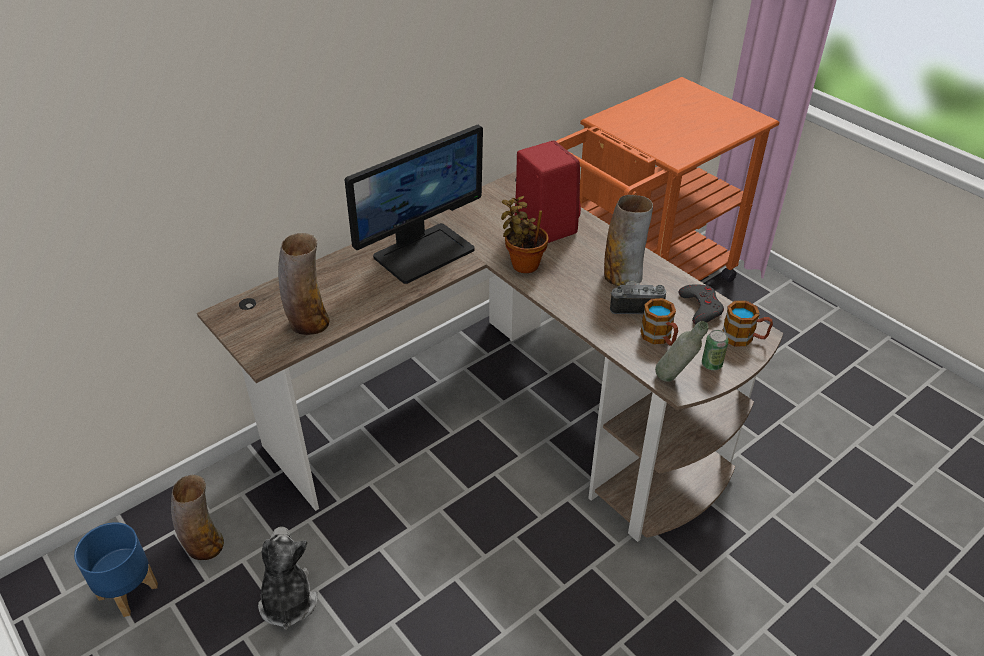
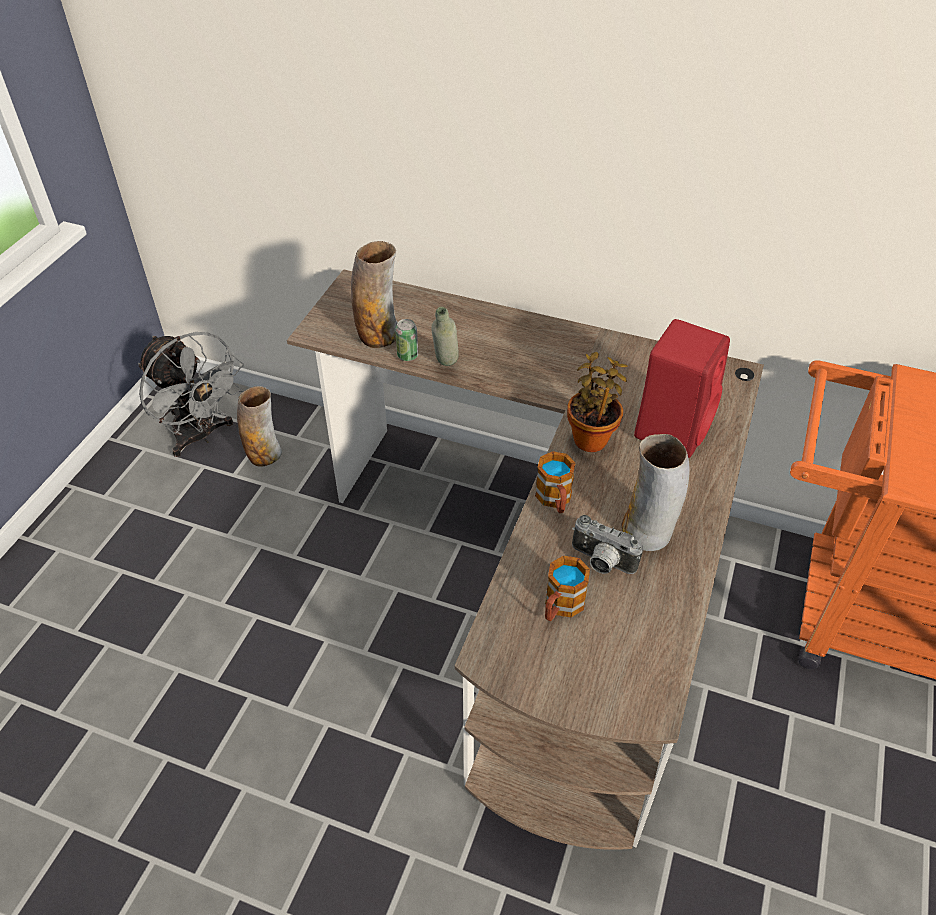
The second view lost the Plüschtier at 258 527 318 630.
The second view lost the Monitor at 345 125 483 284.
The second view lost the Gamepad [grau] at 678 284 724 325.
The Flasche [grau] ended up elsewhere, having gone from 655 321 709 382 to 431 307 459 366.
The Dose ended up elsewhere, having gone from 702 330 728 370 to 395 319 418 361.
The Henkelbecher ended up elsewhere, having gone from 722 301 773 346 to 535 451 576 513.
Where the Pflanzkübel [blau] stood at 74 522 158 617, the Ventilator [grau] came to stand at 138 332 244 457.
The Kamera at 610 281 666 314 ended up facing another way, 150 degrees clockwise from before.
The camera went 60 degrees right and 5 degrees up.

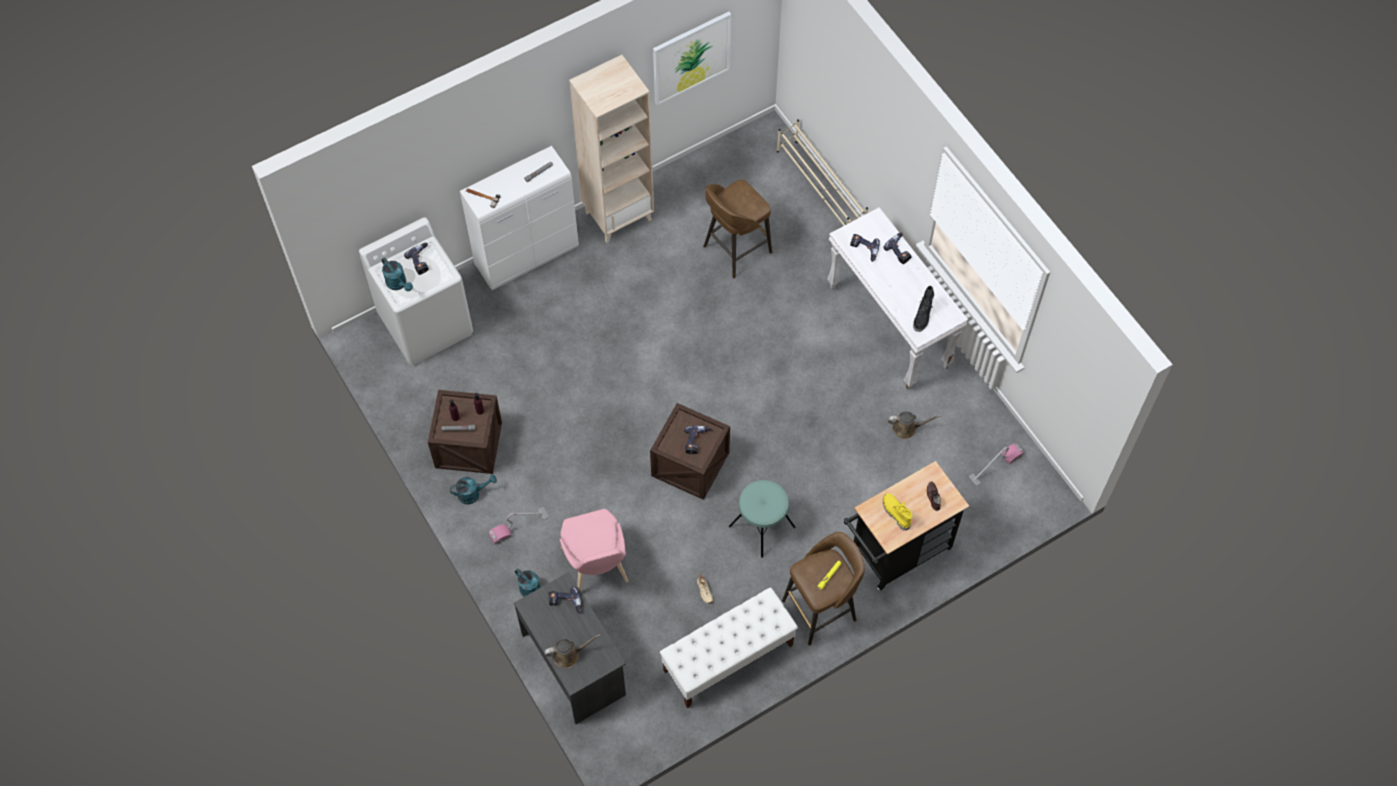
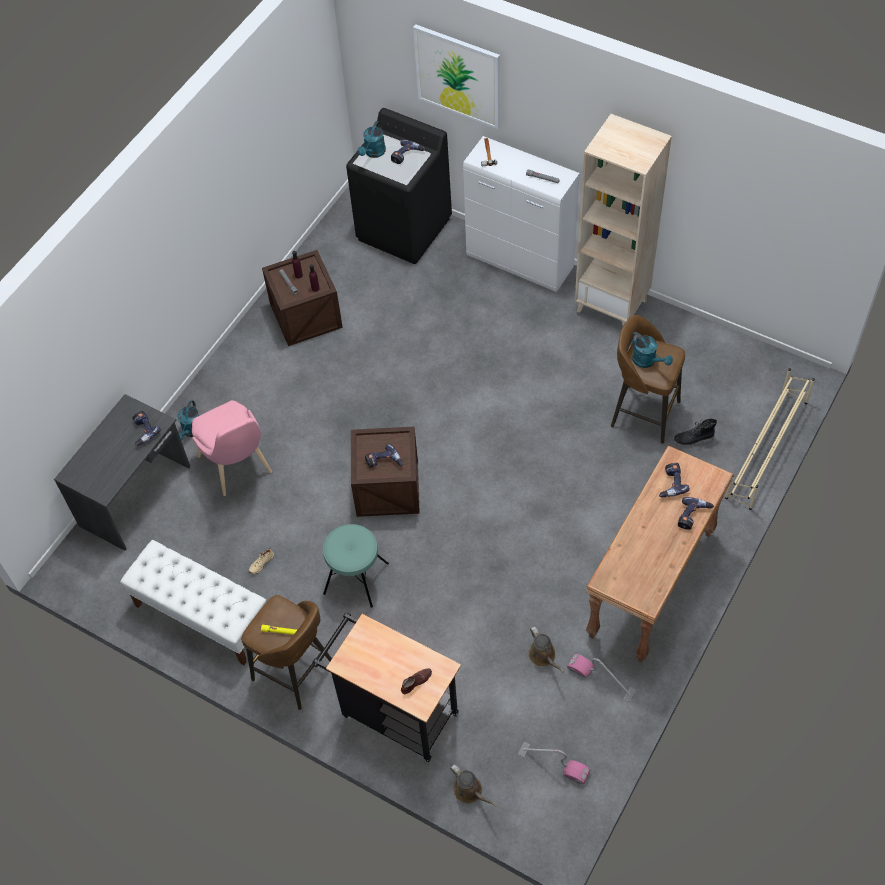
The second view lost the Stiefel [gelb] at 883 493 912 531.
The Gießkanne [türkis] ended up elsewhere, having gone from 450 475 497 505 to 632 332 673 368.
The Staubsauger ended up elsewhere, having gone from 488 507 549 544 to 567 654 636 702.
The Gießkanne [braun] ended up elsewhere, having gone from 544 634 601 668 to 450 764 497 807.
The Bild ended up elsewhere, having gone from 653 12 731 105 to 413 24 500 129.
The Stiefel [schwarz] ended up elsewhere, having gone from 913 286 934 332 to 673 419 717 447.
What was the Waschmaschine [weiß] at 359 217 473 365 turned into the Waschmaschine [schwarz] at 346 108 452 264.
What was the Konsolentisch [weiß] at 827 207 968 390 turned into the Konsolentisch [braun] at 586 445 733 663.
The Stuhl [rosa] at 560 509 628 591 ended up facing another way, 75 degrees counterclockwise from before.
The camera went 65 degrees right and 5 degrees down.

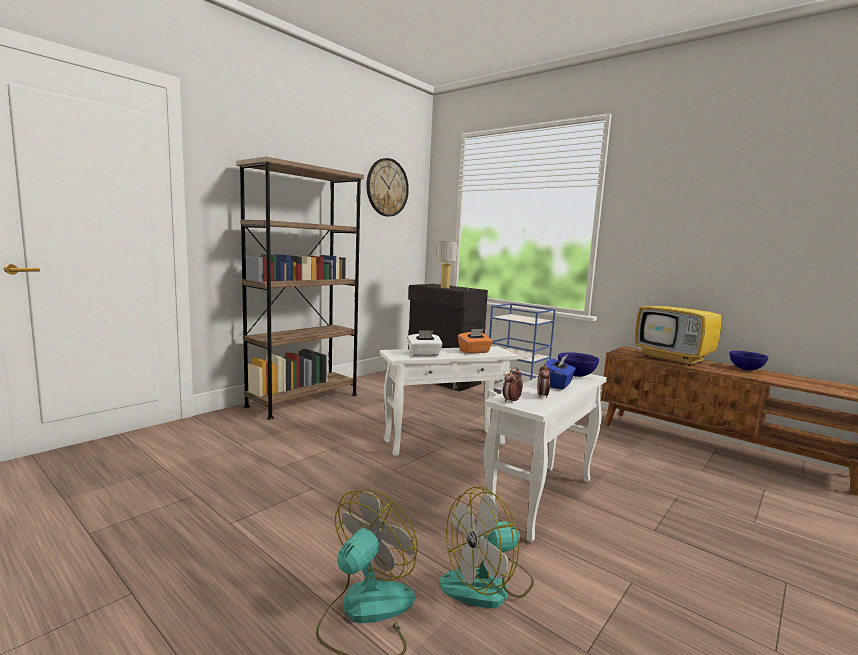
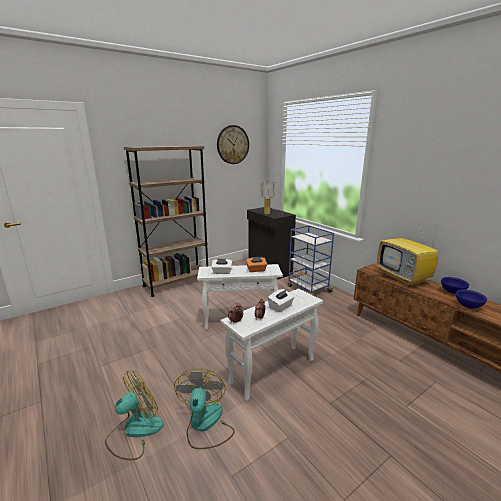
The Schüssel [blau] ended up elsewhere, having gone from 558 352 599 377 to 456 289 487 309.
What was the Taschentuchbox [blau] at 546 355 576 390 turned into the Taschentuchbox [weiß] at 268 289 295 312.
The Ventilator at 439 486 534 608 ended up facing another way, 105 degrees clockwise from before.
The camera went 15 degrees right and 10 degrees up.

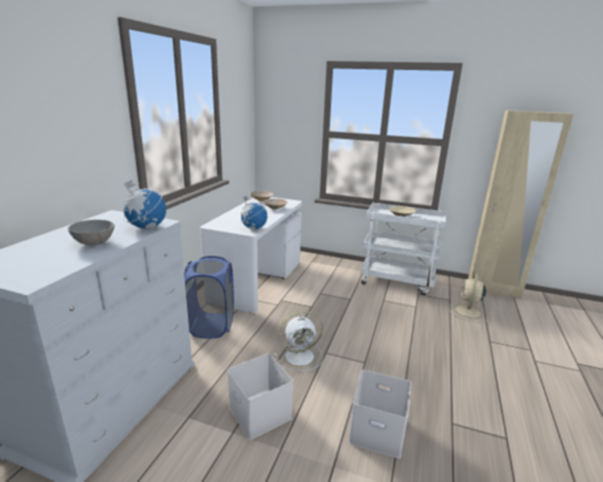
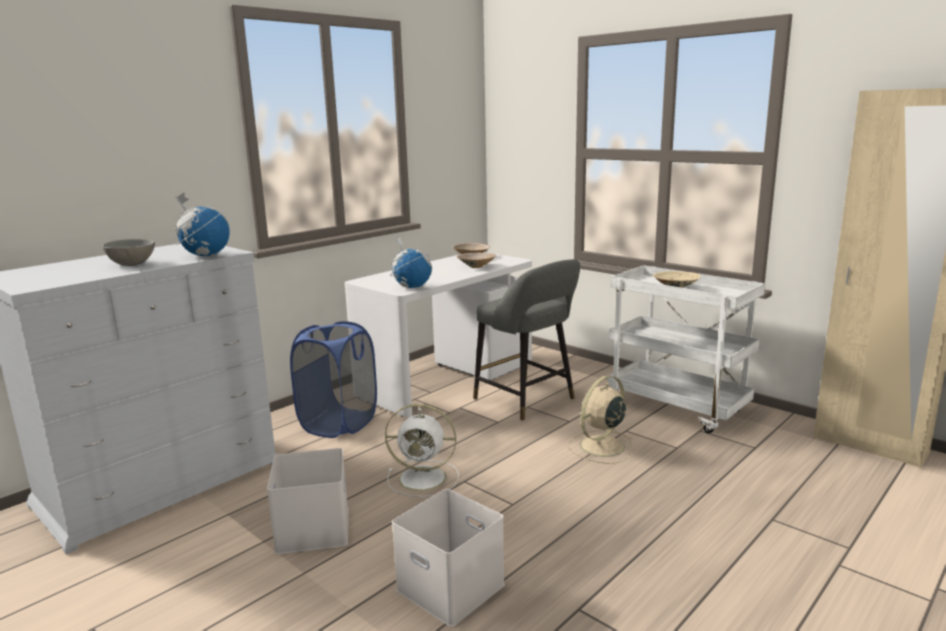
The second view gained the Hocker [grau] at 473 259 580 421.
The Ventilator [beige] ended up elsewhere, having gone from 449 272 488 322 to 569 375 632 464.
The camera went 25 degrees right and 5 degrees down.

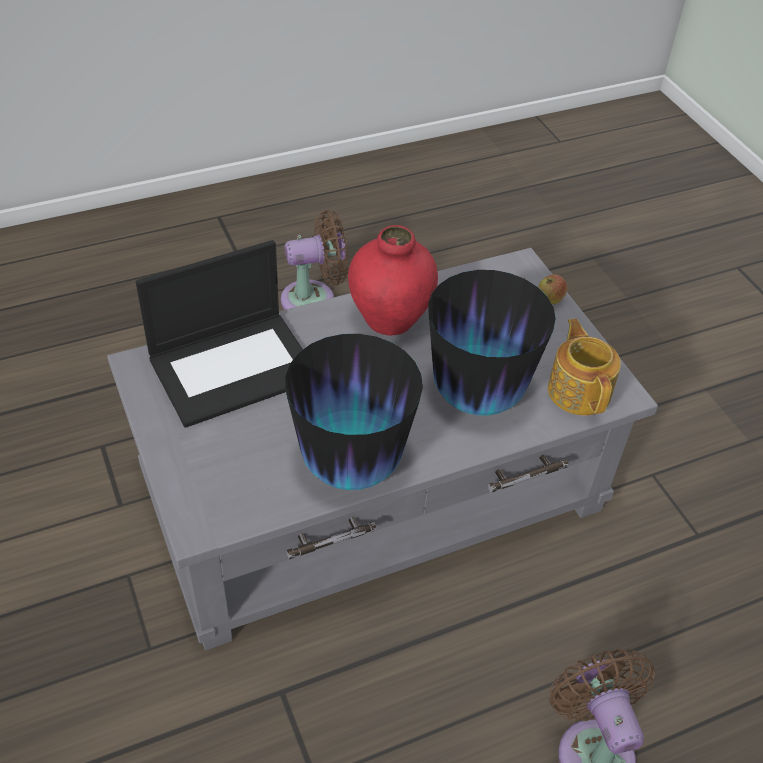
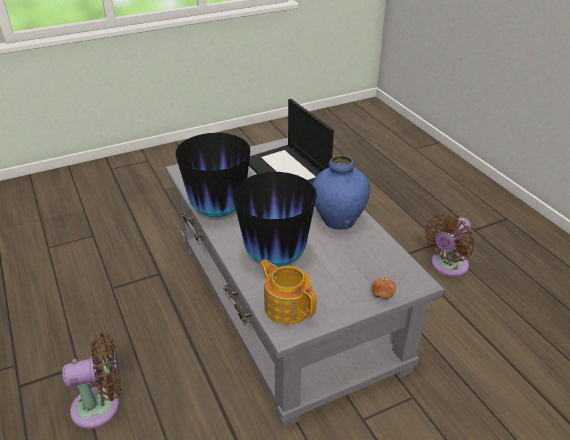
What was the Vase [rot] at 348 225 438 336 turned into the Vase [blau] at 312 155 370 229.
The Ventilator [braun] at 281 210 349 310 ended up facing another way, 60 degrees clockwise from before.
The Teekanne at 548 319 621 416 ended up facing another way, 120 degrees counterclockwise from before.
The camera went 90 degrees right and 10 degrees down.

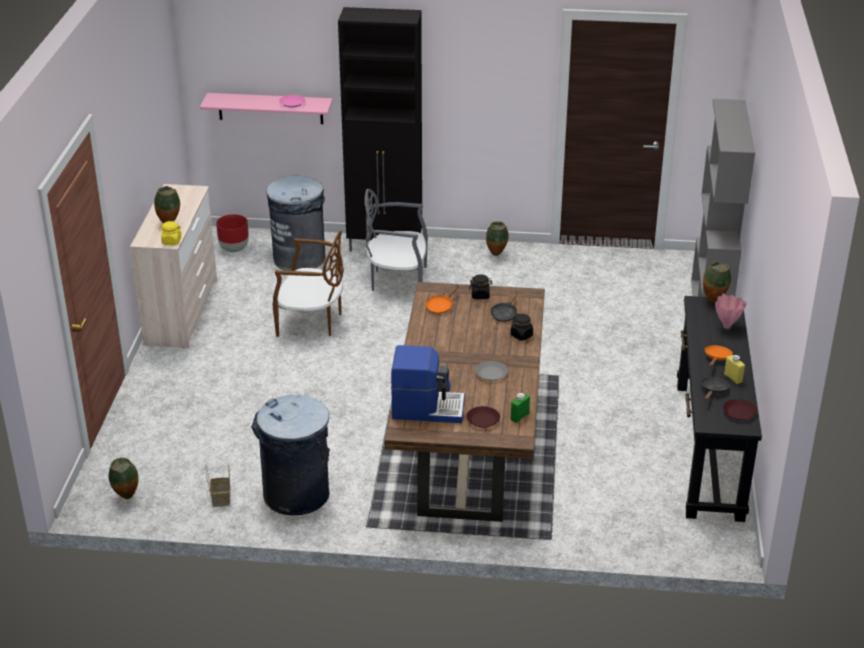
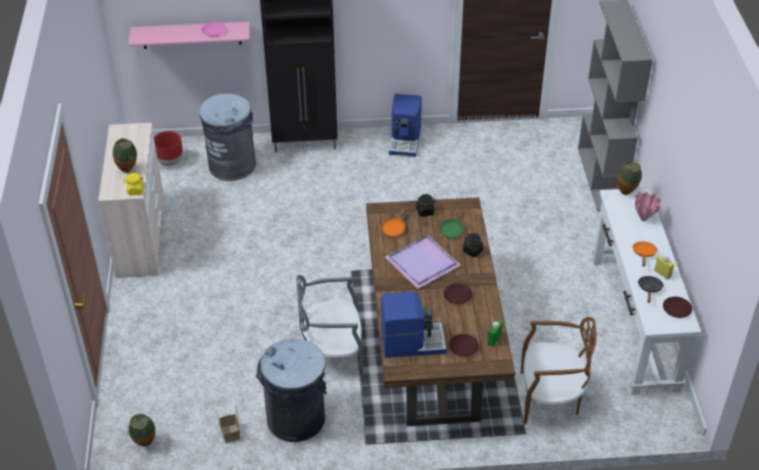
The second view gained the Tablett [lila] at 385 235 461 289.
The Stuhl [braun] ended up elsewhere, having gone from 272 231 344 337 to 521 317 597 424.
The Stuhl [grau] ended up elsewhere, having gone from 365 189 428 291 to 296 275 364 376.
Where the Vase stood at 486 222 509 256, the Kaffeemaschine came to stand at 389 94 422 157.
What was the Teller [grau] at 476 361 508 381 turned into the Teller [braun] at 444 283 472 304.
What was the Pfanne [schwarz] at 490 291 517 322 turned into the Pfanne [grün] at 440 206 464 238.
What was the Konsolentisch [schwarz] at 677 296 762 522 turned into the Konsolentisch [weiß] at 592 188 701 395.
The camera went 10 degrees left and 10 degrees up.

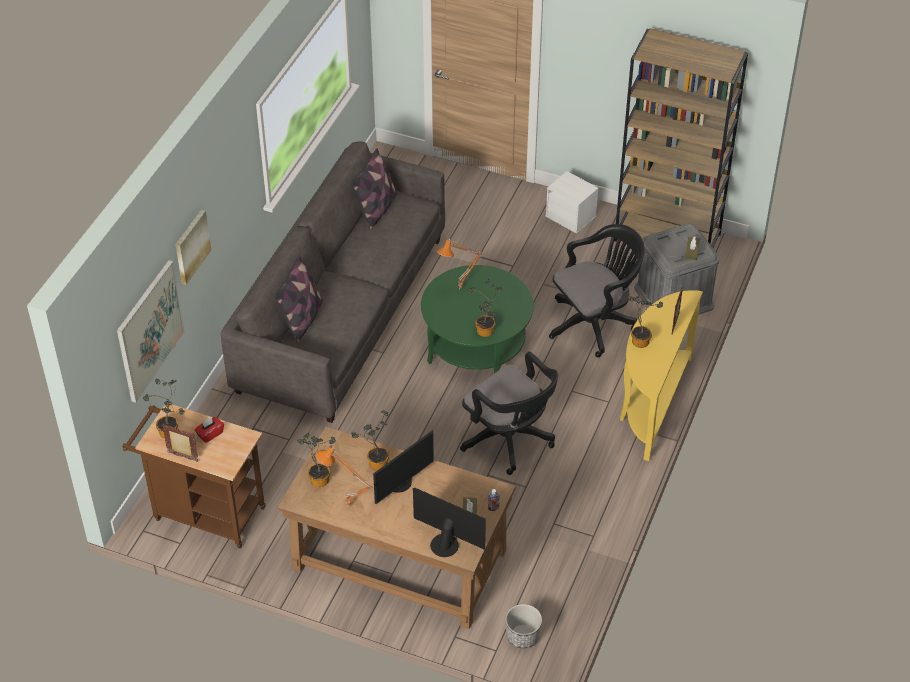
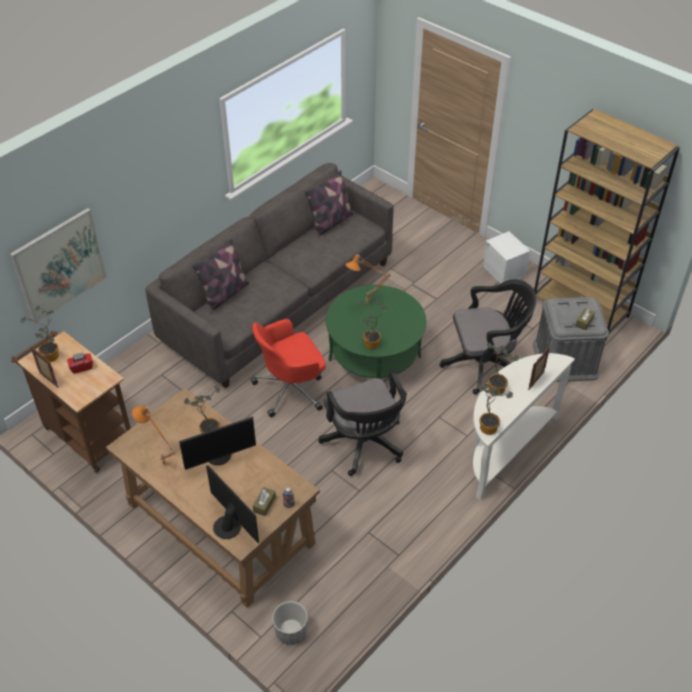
The second view lost the Bild at 176 209 211 285.
The second view gained the Bürostuhl [rot] at 251 319 326 417.
The Topfpflanze ended up elsewhere, having gone from 297 433 336 487 to 477 383 513 435.
What was the Konsolentisch [gelb] at 620 290 703 461 turned into the Konsolentisch [weiß] at 470 353 575 500.
The camera went 20 degrees right and 0 degrees up.

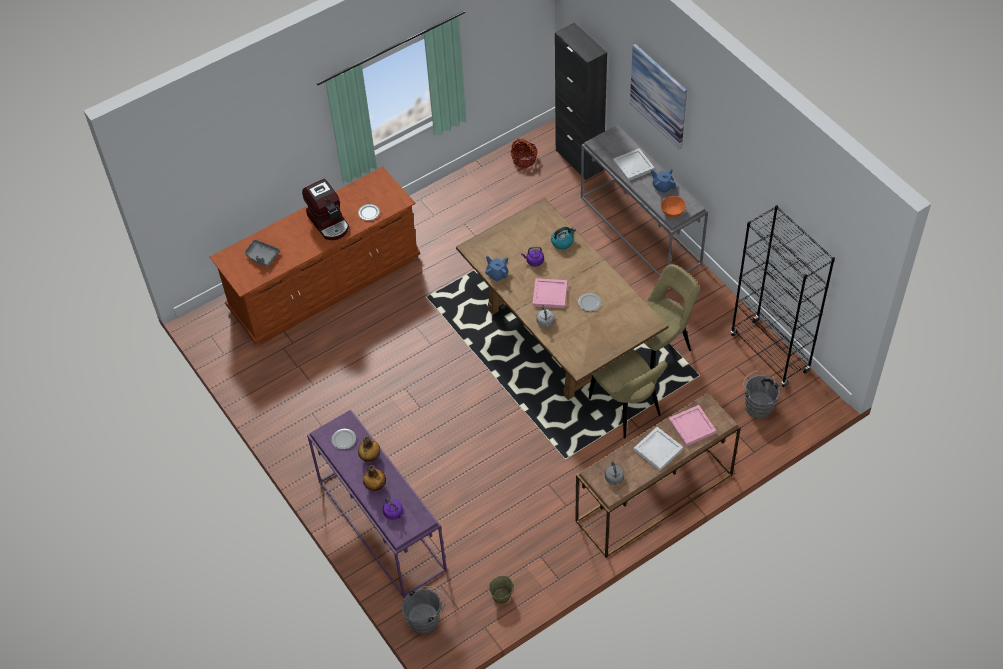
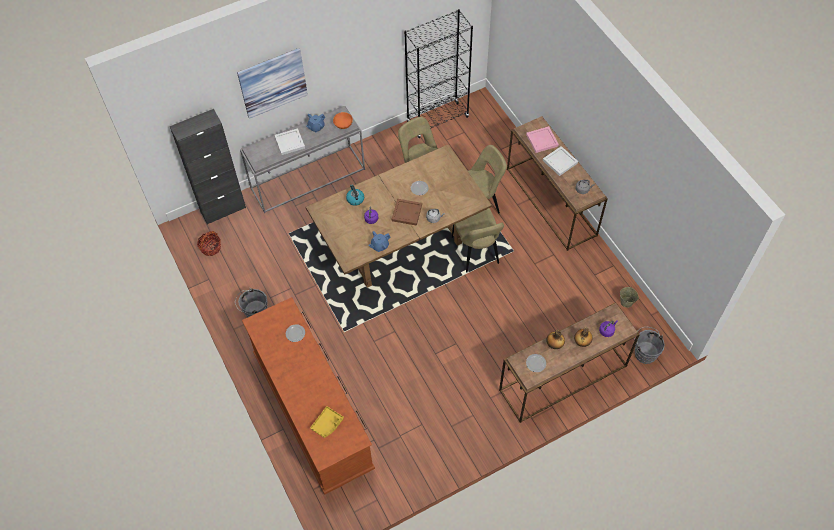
The second view lost the Kaffeemaschine at 302 179 349 240.
The second view gained the Stuhl [beige] at 452 208 504 272.
The Eimer [grau] ended up elsewhere, having gone from 743 371 779 419 to 235 288 268 318.
What was the Tablett [grau] at 245 239 280 267 turned into the Tablett [gelb] at 310 406 344 438.
What was the Konsolentisch [lila] at 307 410 447 598 turned into the Konsolentisch [braun] at 499 303 640 423.
What was the Tablett [rosa] at 532 278 567 308 turned into the Tablett [braun] at 392 199 422 226.
The camera went 85 degrees left and 5 degrees up.

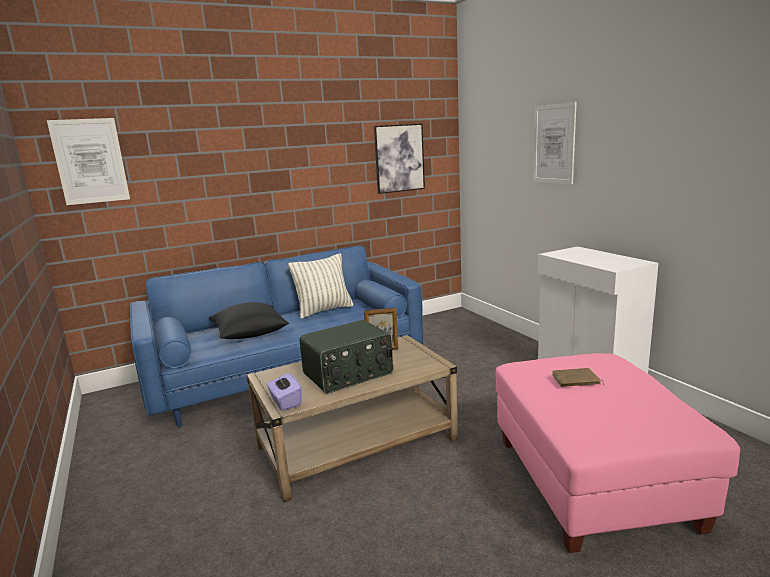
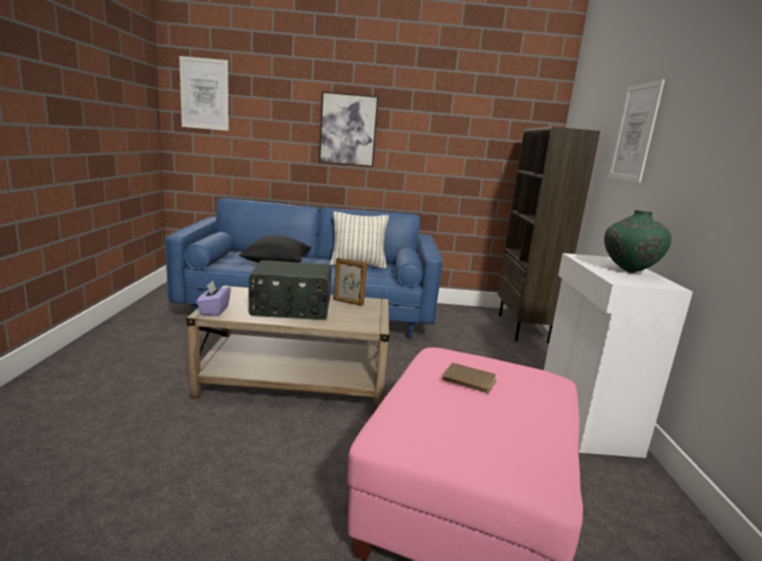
The second view gained the Bücherregal [braun] at 498 127 600 344.
The second view gained the Vase [grün] at 604 210 671 273.
The Bild ended up elsewhere, having gone from 374 124 425 194 to 319 91 378 167.
The camera went 25 degrees right and 0 degrees up.

